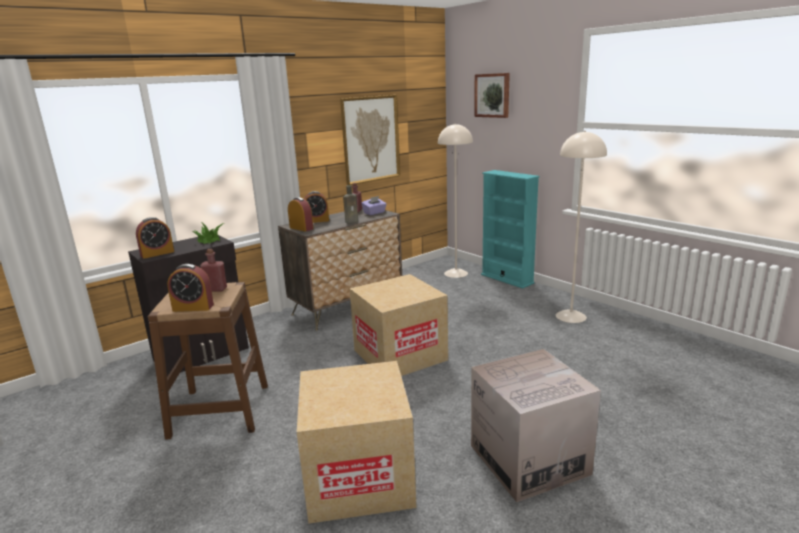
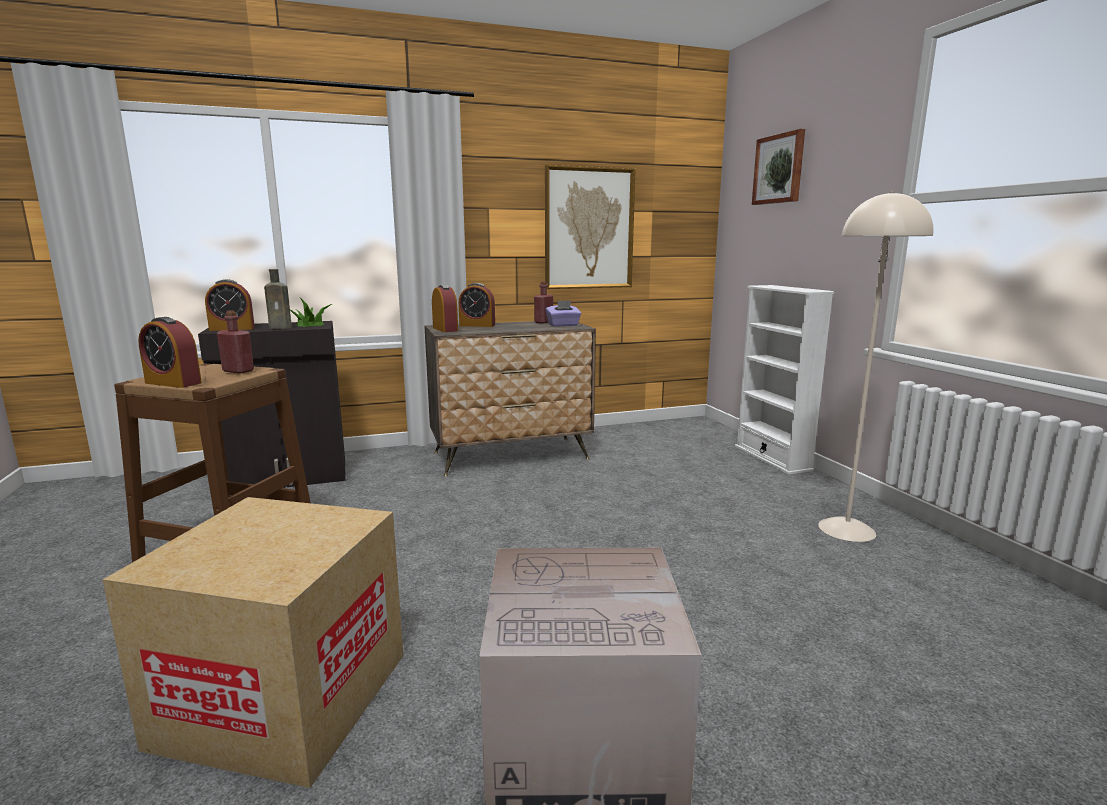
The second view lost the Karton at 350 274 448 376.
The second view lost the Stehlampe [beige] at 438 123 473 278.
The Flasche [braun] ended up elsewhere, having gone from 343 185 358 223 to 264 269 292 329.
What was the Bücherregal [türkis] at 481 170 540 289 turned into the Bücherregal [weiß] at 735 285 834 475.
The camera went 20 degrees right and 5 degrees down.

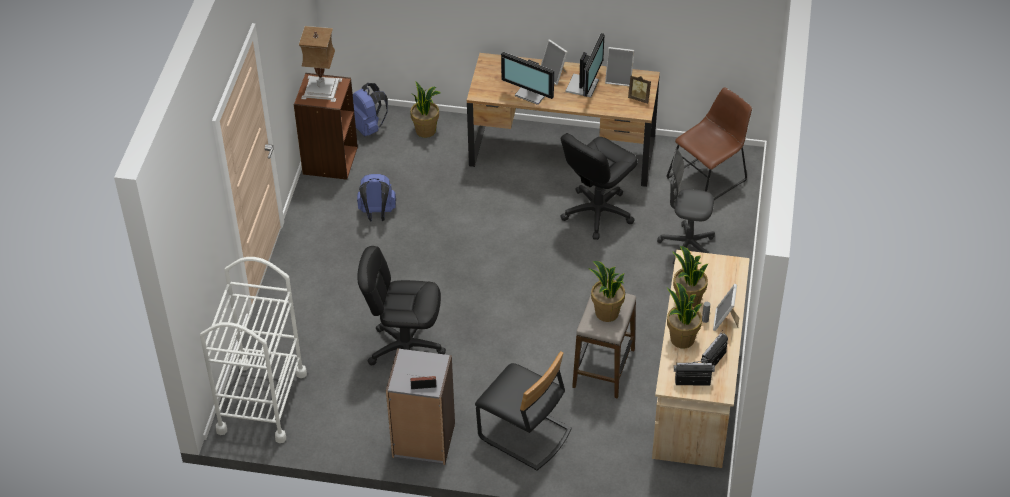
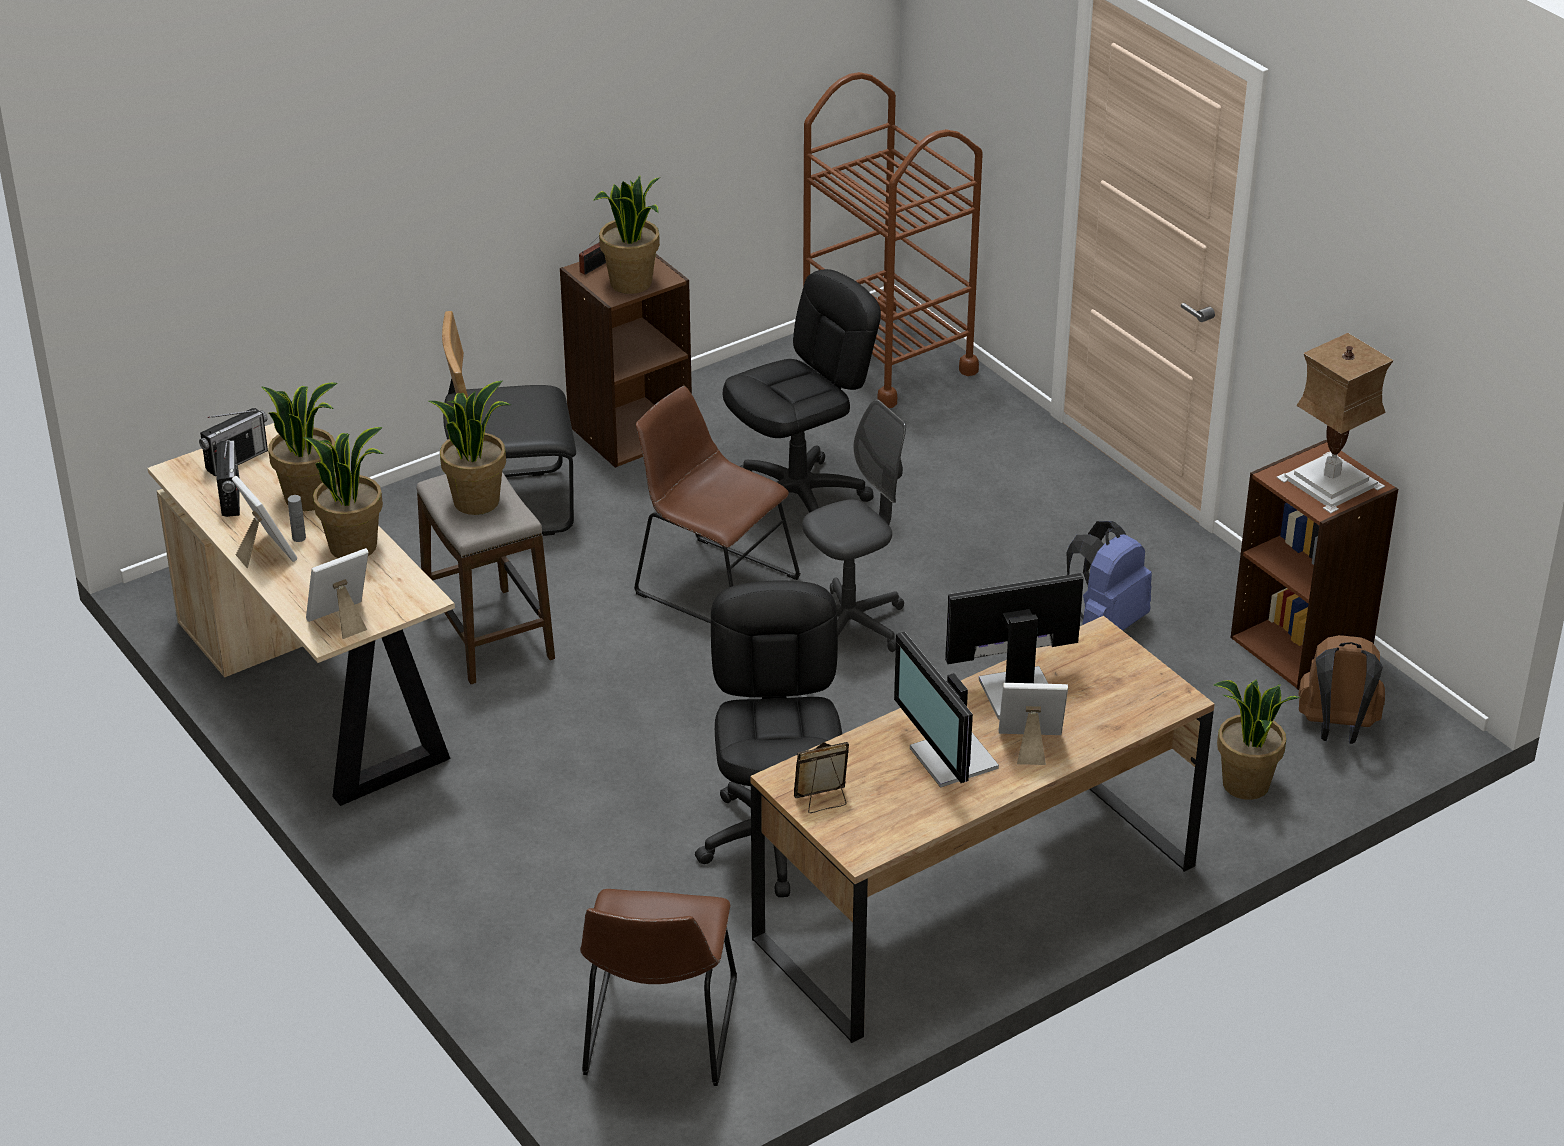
The second view gained the Topfpflanze at 594 175 660 294.
The second view gained the Stuhl [braun] at 634 386 801 624.
The Bilderrahmen ended up elsewhere, having gone from 605 47 634 86 to 306 548 369 639.
The Bürostuhl [grau] ended up elsewhere, having gone from 657 149 715 264 to 802 399 906 652.
What was the Rollwagen [weiß] at 200 257 307 443 turned into the Rollwagen [braun] at 803 72 983 408.
What was the Rucksack [blau] at 353 83 388 136 turned into the Rucksack [braun] at 1298 635 1385 744.
What was the Bücherregal [grau] at 386 348 455 465 turned into the Bücherregal [braun] at 560 254 692 468.
The camera went 135 degrees right and 10 degrees down.

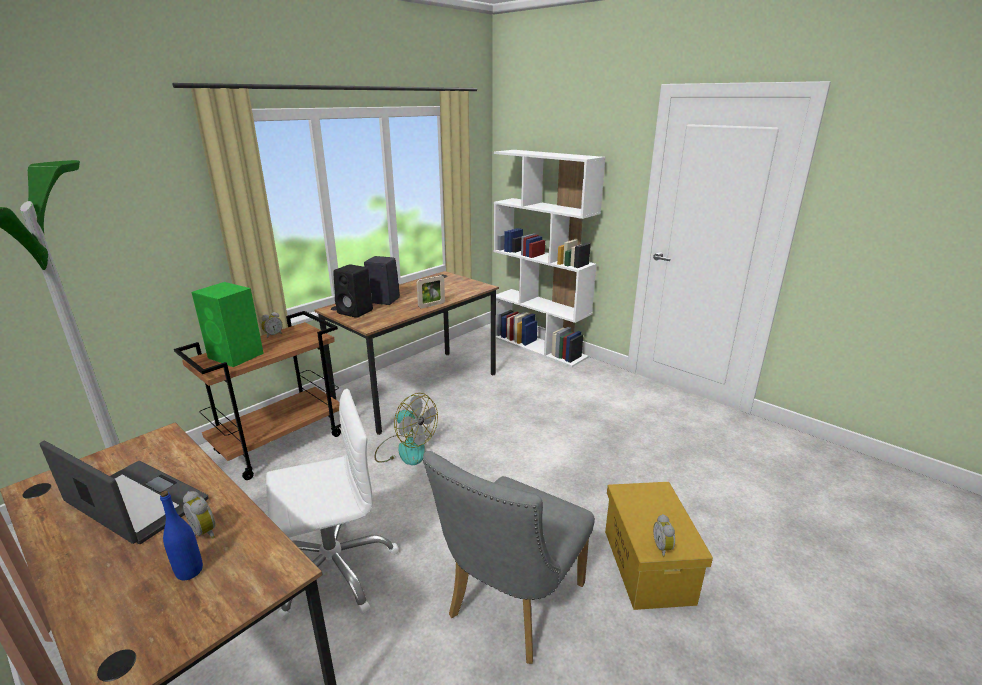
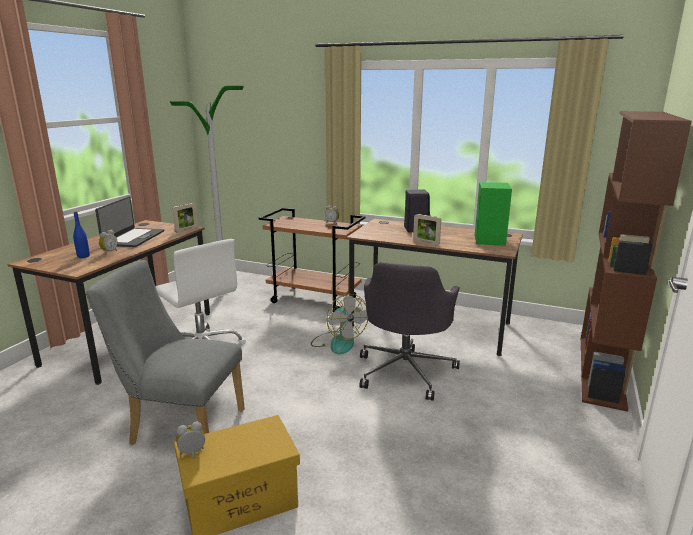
The second view lost the Lautsprecher [schwarz] at 333 264 373 318.
The second view gained the Bilderrahmen at 172 203 198 233.
The second view gained the Bürostuhl [grau] at 360 262 460 401.
The Lautsprecher [grün] ended up elsewhere, having gone from 192 282 264 367 to 475 182 512 246.
What was the Bücherregal [weiß] at 494 150 606 367 turned into the Bücherregal [braun] at 581 111 692 412.
The Ventilator at 374 393 438 465 ended up facing another way, 45 degrees counterclockwise from before.
The camera went 70 degrees right and 5 degrees down.

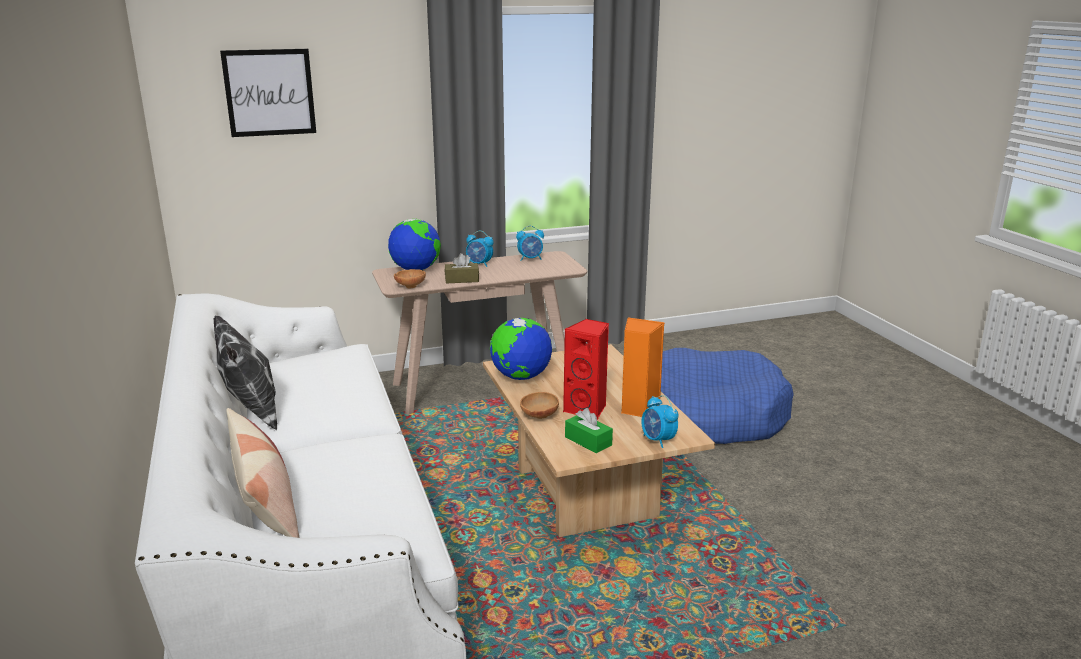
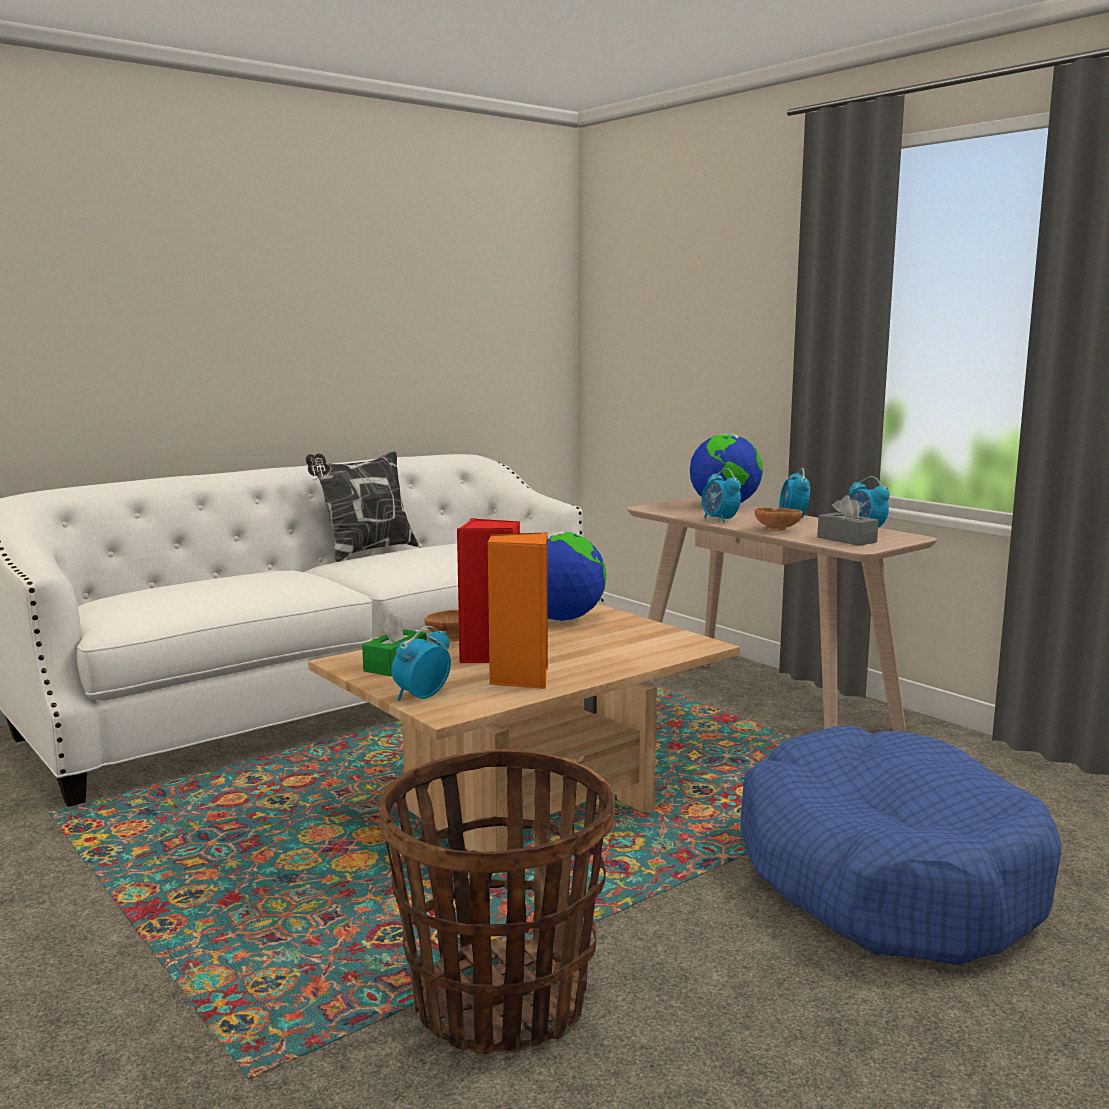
The second view lost the Bild at 220 49 316 137.
The second view lost the Kissen at 226 408 299 538.
The second view gained the Korb at 379 749 615 1054.
The second view gained the Taschentuchbox [grau] at 817 495 879 546.
The Schüssel [braun] ended up elsewhere, having gone from 394 269 426 288 to 755 508 803 531.
Where the Taschentuchbox [braun] stood at 445 253 479 284, the Wecker came to stand at 702 468 741 523.
The camera went 70 degrees right and 10 degrees down.

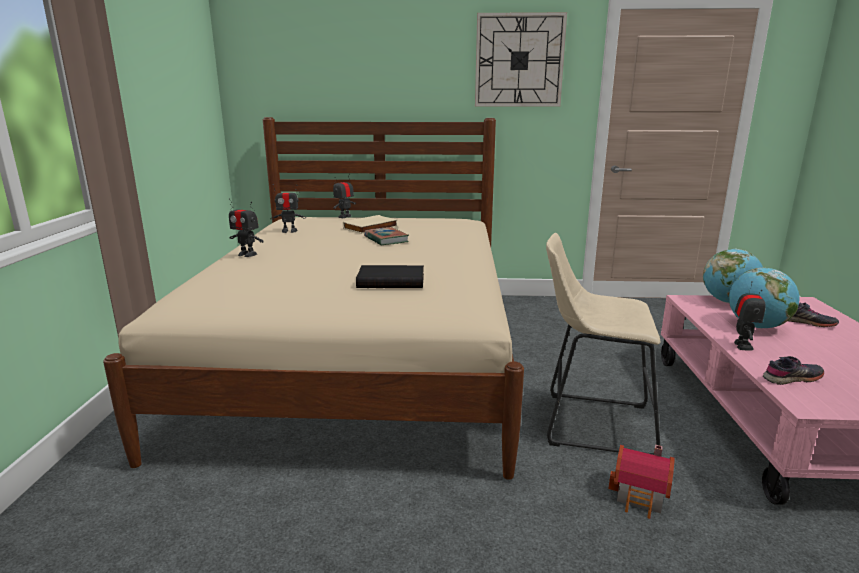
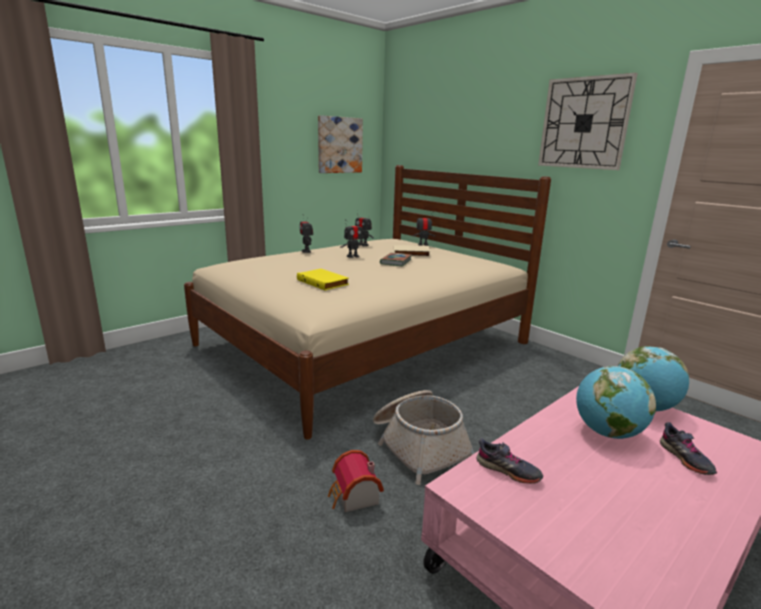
The second view gained the Bild at 318 115 363 173.
The Spielzeugroboter ended up elsewhere, having gone from 734 281 766 351 to 340 219 365 258.
Where the Hocker [beige] stood at 546 233 660 455, the Korb came to stand at 373 390 475 485.
What was the Buch [schwarz] at 356 265 424 288 turned into the Buch [gelb] at 297 269 349 291.
The camera went 45 degrees right and 0 degrees up.

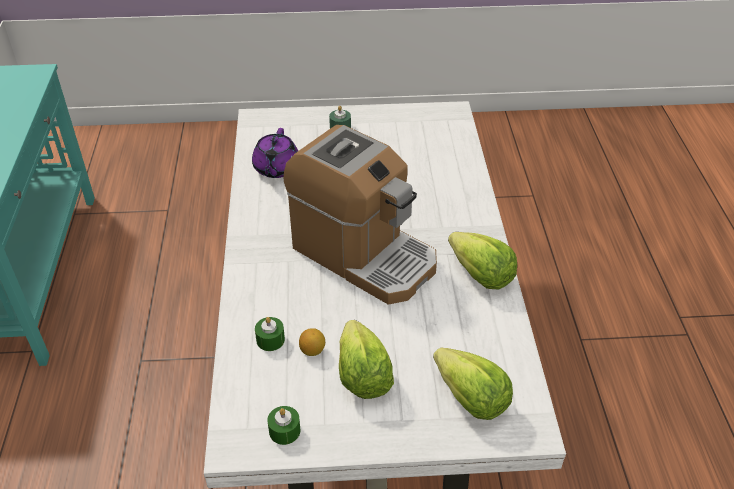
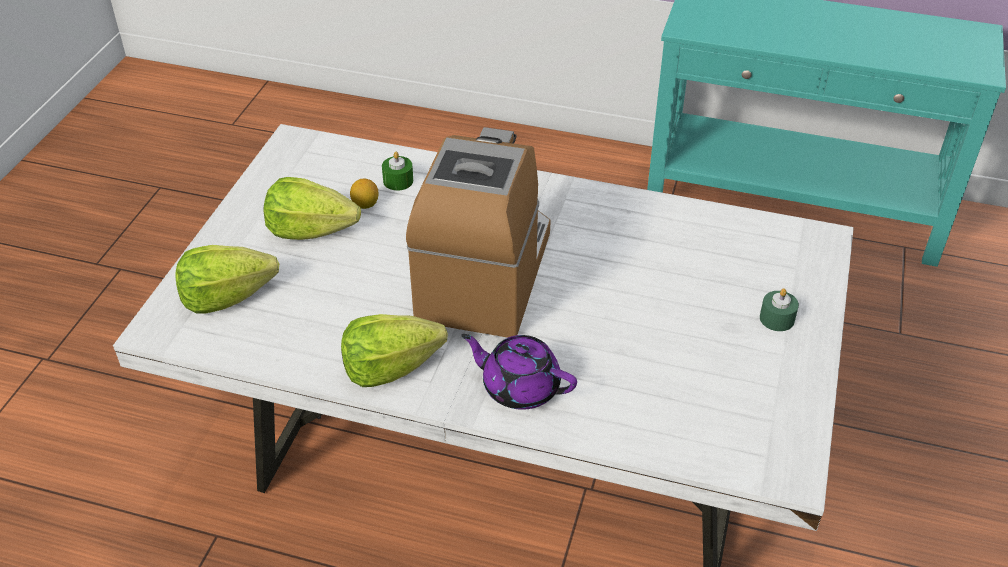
The second view lost the Kerze [grün] at 267 406 301 445.
The Teekanne [lila] ended up elsewhere, having gone from 252 128 298 178 to 461 334 577 410.
The Kaffeemaschine at 283 125 437 304 ended up facing another way, 135 degrees clockwise from before.
The camera went 110 degrees right and 0 degrees up.

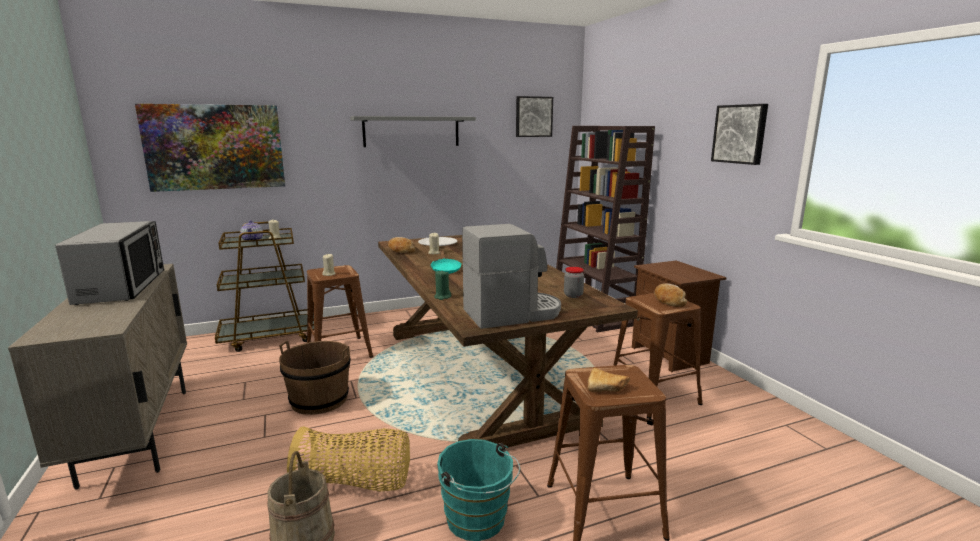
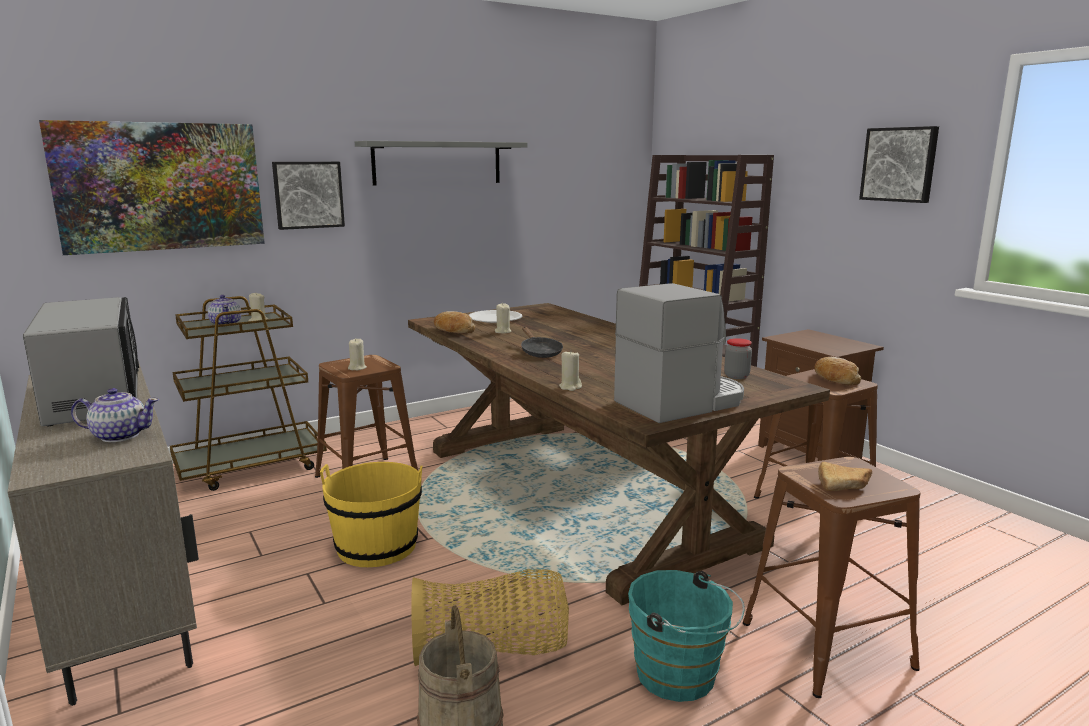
The second view gained the Teekanne at 71 388 159 442.
The Bild ended up elsewhere, having gone from 516 96 553 137 to 272 162 345 230.
What was the Eimer [braun] at 279 340 351 415 turned into the Eimer [gelb] at 320 462 423 567.
What was the Pfanne [türkis] at 430 250 461 274 turned into the Pfanne [schwarz] at 521 327 563 358.
What was the Kerze [grün] at 434 271 451 300 turned into the Kerze [beige] at 559 352 582 391.
The camera went 10 degrees left and 0 degrees up.

